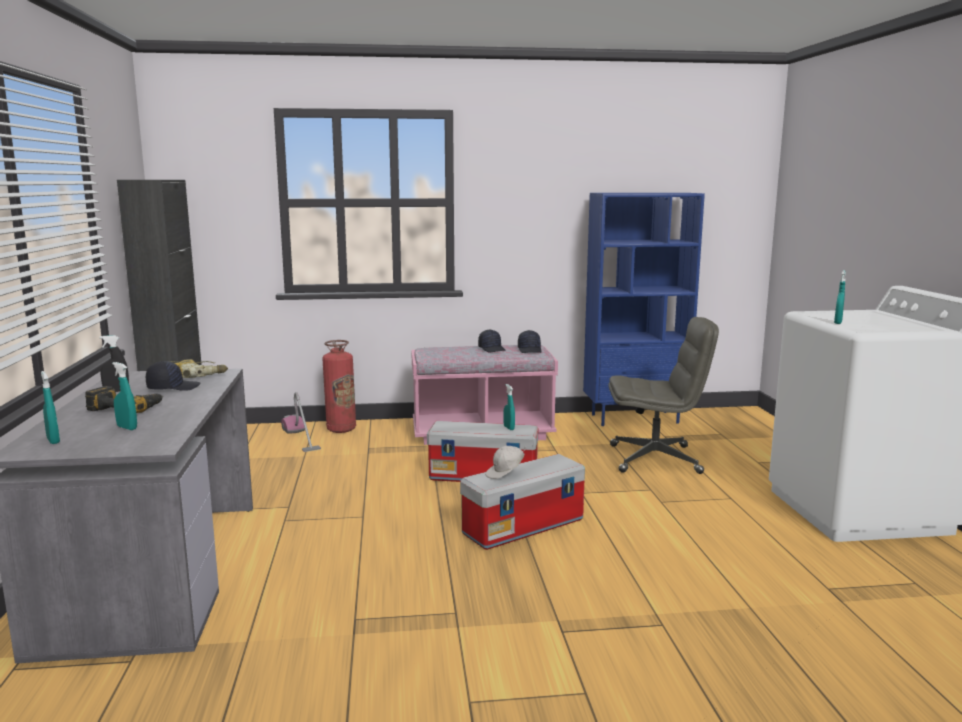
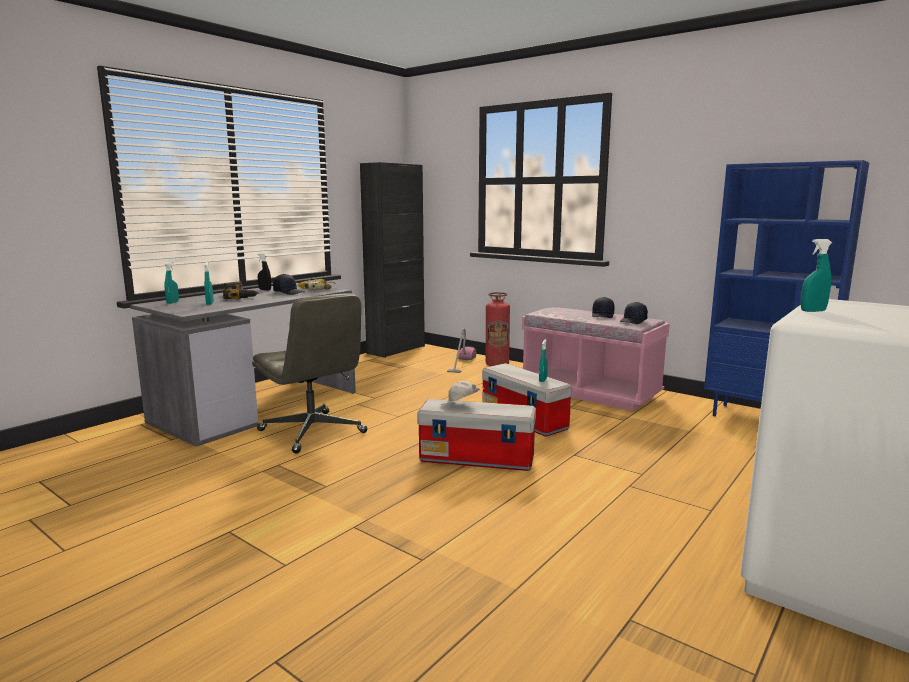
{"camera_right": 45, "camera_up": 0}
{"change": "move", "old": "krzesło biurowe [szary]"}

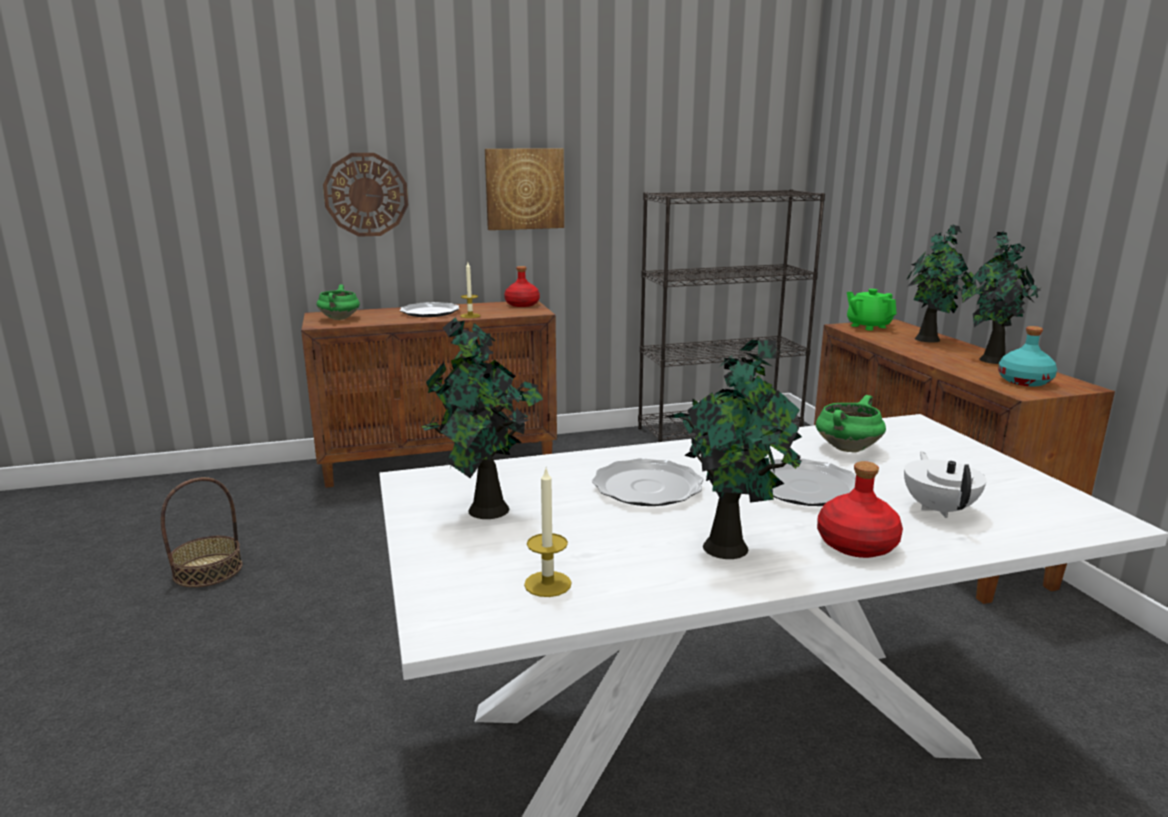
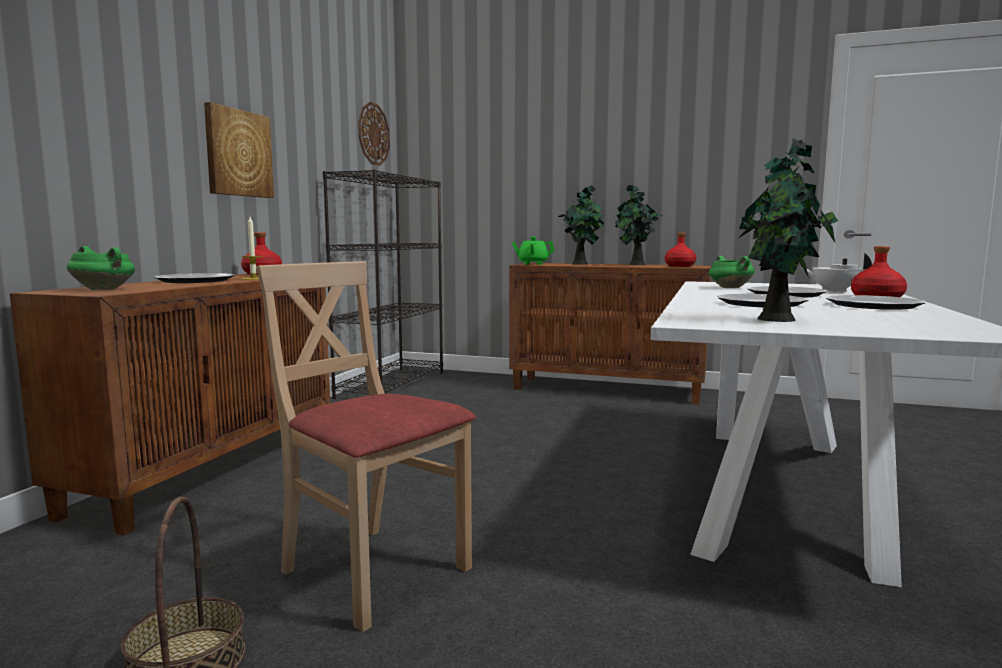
{"camera_right": -55, "camera_up": -10}
{"change": "delete", "old": "świeca (2nd from left)"}
{"change": "insert", "new": "krzesło [beżowy]"}
{"change": "move", "old": "zegar ścienny"}
{"change": "replace", "old": "roślina doniczkowa (2nd from left)", "new": "talerz (4th from left)"}
{"change": "recolor", "old": "butelka [turkusowy]", "new": "butelka [czerwony] (2nd from left)"}

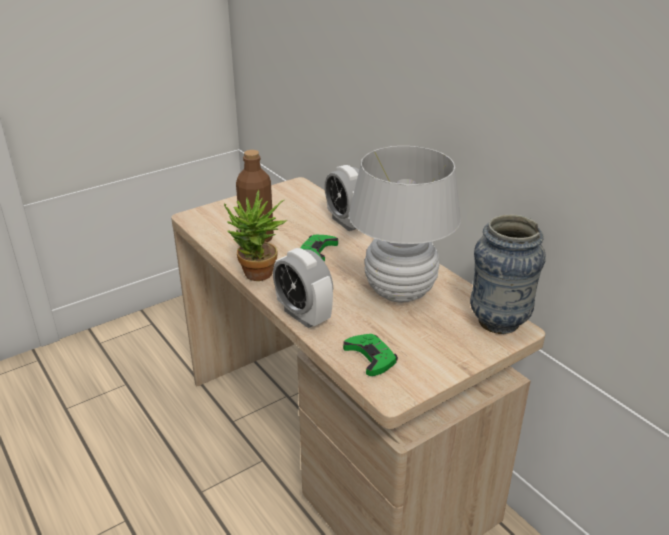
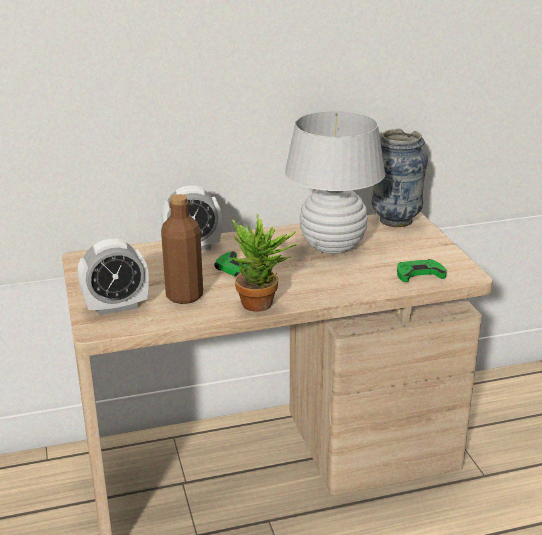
{"camera_right": -70, "camera_up": -5}
{"change": "move", "old": "budzik (1st from left)"}

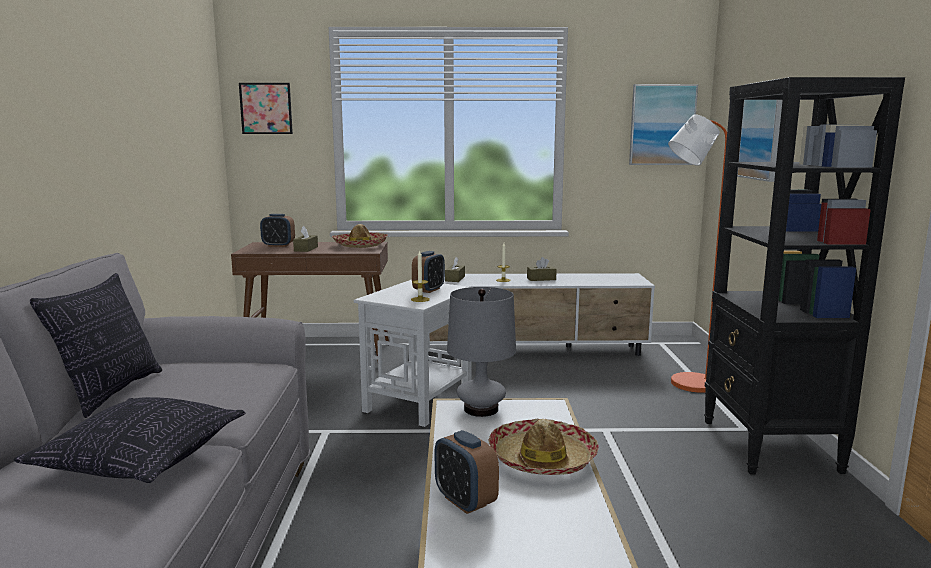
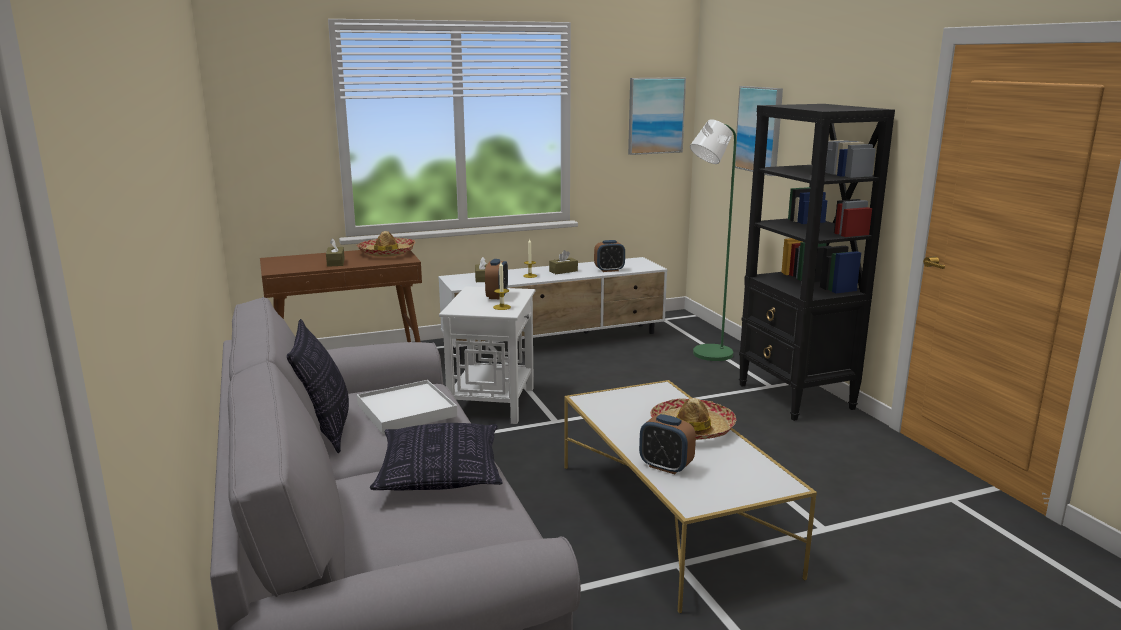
{"camera_right": -20, "camera_up": 5}
{"change": "delete", "old": "obraz (1st from left)"}
{"change": "delete", "old": "lampa stołowa [szary]"}
{"change": "insert", "new": "taca [biały]"}
{"change": "move", "old": "budzik (1st from left in the first image)", "new": "budzik (2nd from left)"}
{"change": "recolor", "old": "lampa stojąca [pomarańczowy]", "new": "lampa stojąca [zielony]"}

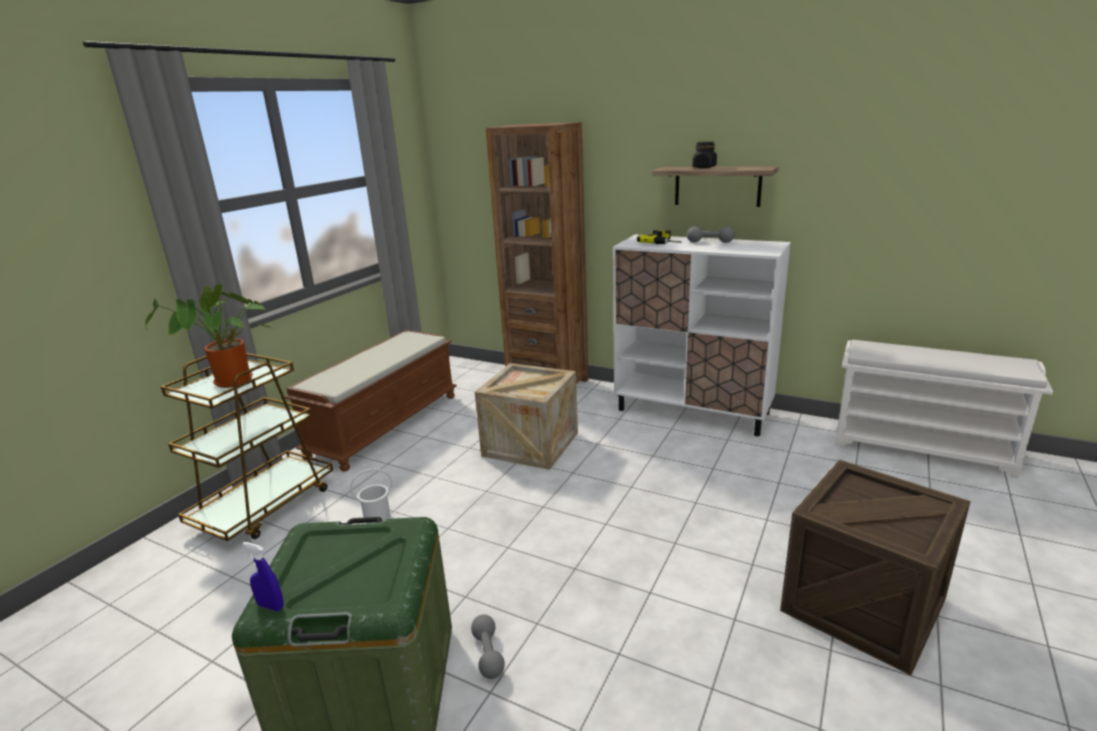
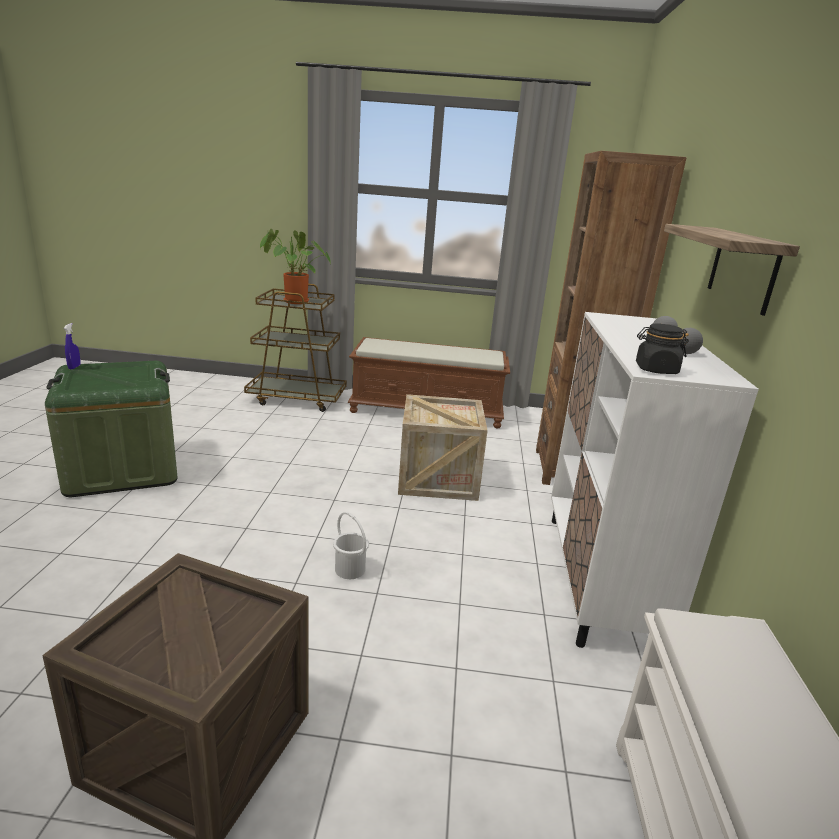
{"camera_right": 65, "camera_up": 0}
{"change": "delete", "old": "hantel [szary] (1st from left)"}
{"change": "delete", "old": "wiertarka"}
{"change": "move", "old": "wiadro [biały]"}
{"change": "move", "old": "słoik [czarny]"}

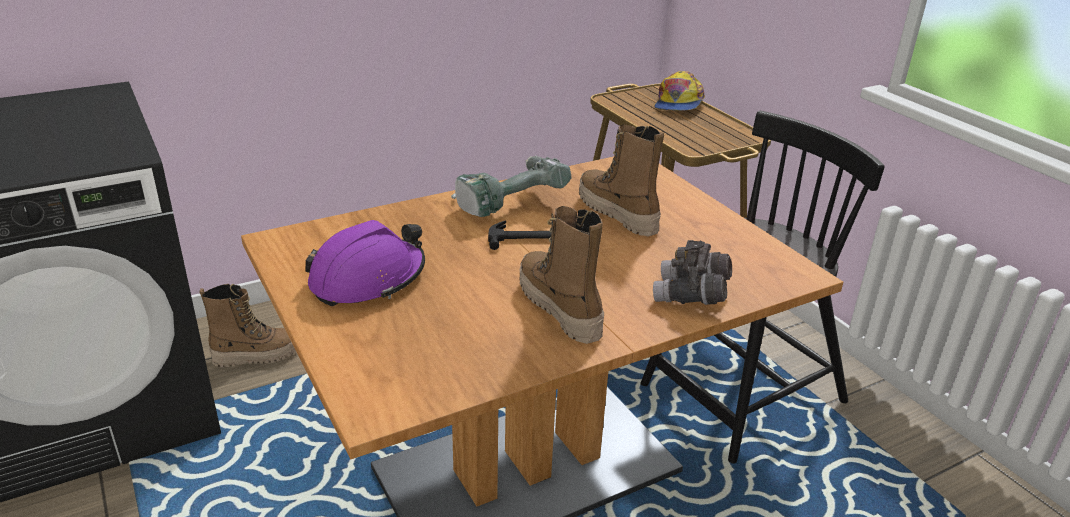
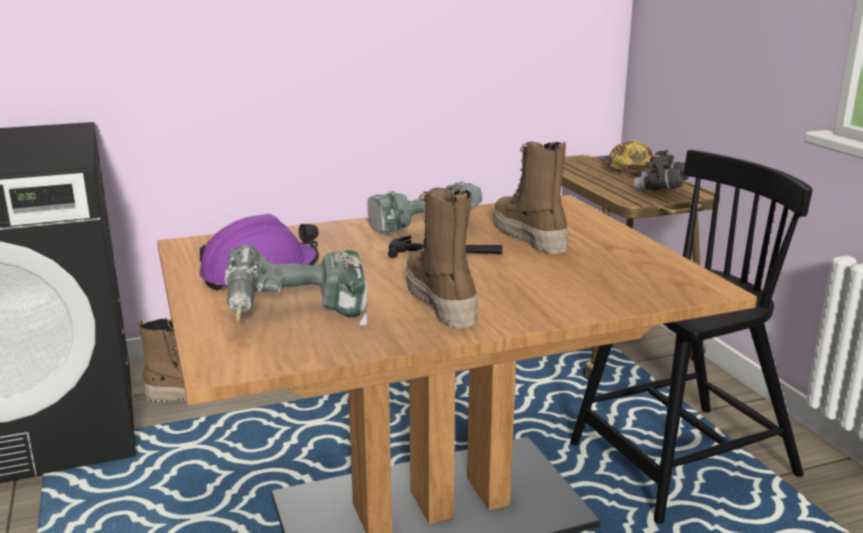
{"camera_right": 10, "camera_up": -10}
{"change": "insert", "new": "wiertarka (1st from left)"}
{"change": "move", "old": "lornetka [szary]"}
{"change": "rotate", "old": "czapka z daszkiem", "degrees": 150}

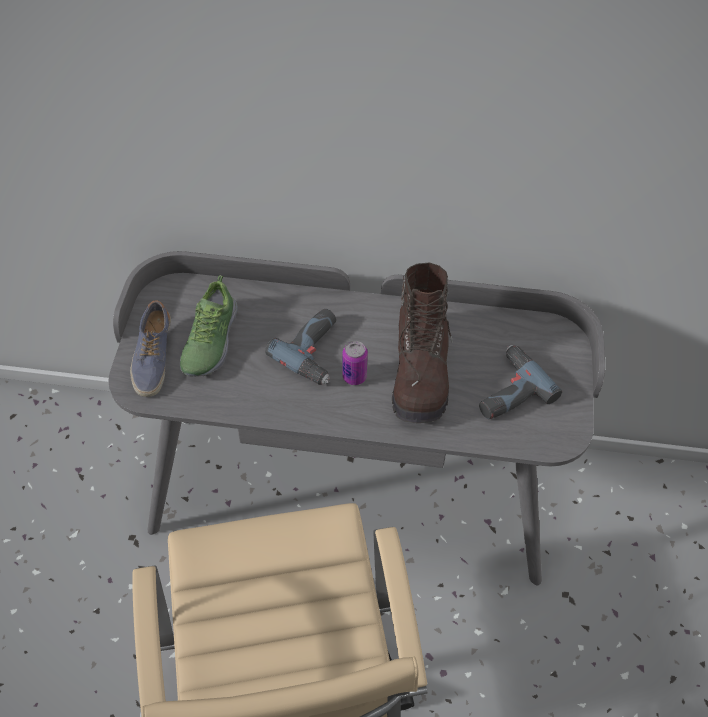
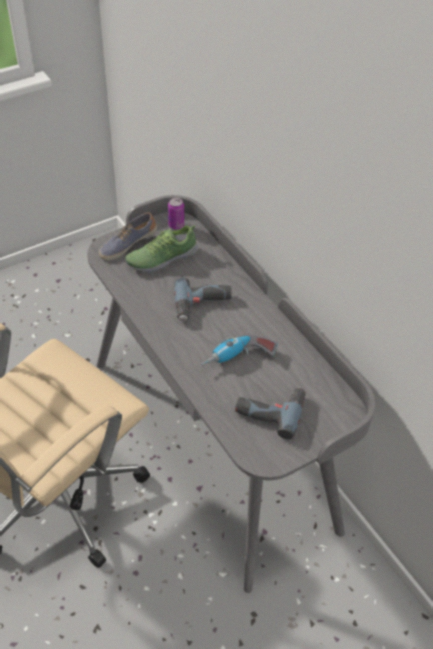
{"camera_right": 50, "camera_up": -5}
{"change": "move", "old": "puszka"}
{"change": "replace", "old": "but z cholewką [brązowy]", "new": "wiertarka (2nd from left)"}

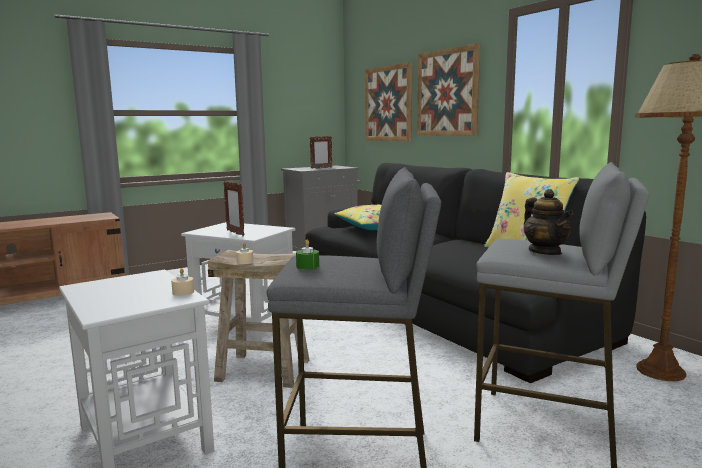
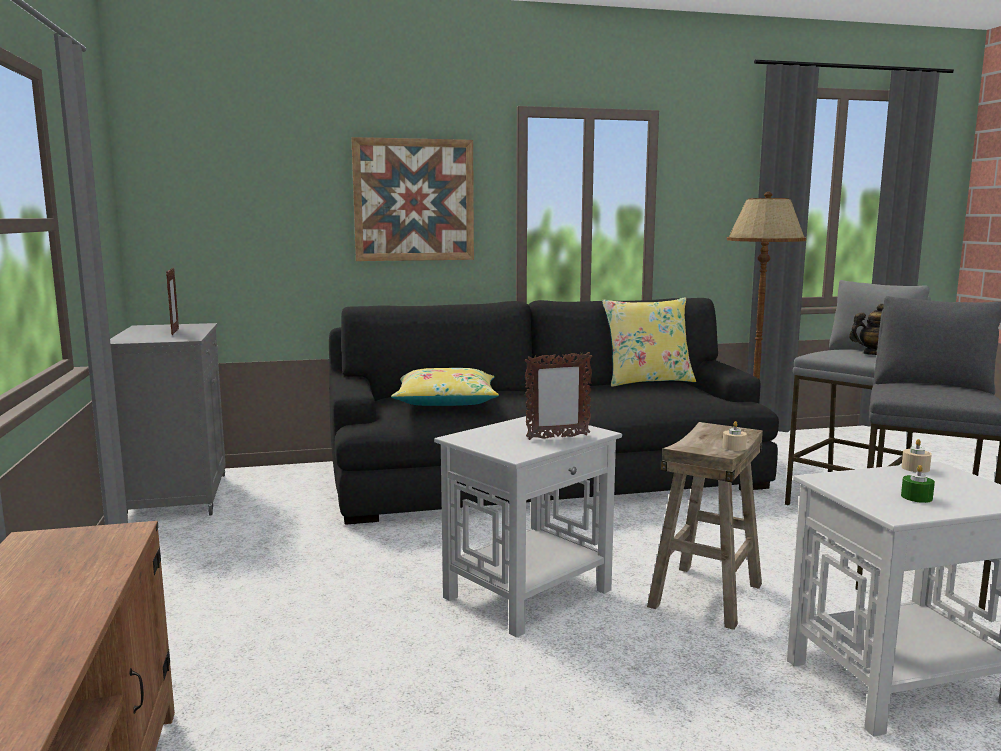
{"camera_right": -70, "camera_up": 0}
{"change": "delete", "old": "obraz (1st from left)"}
{"change": "move", "old": "świeca [zielony]"}

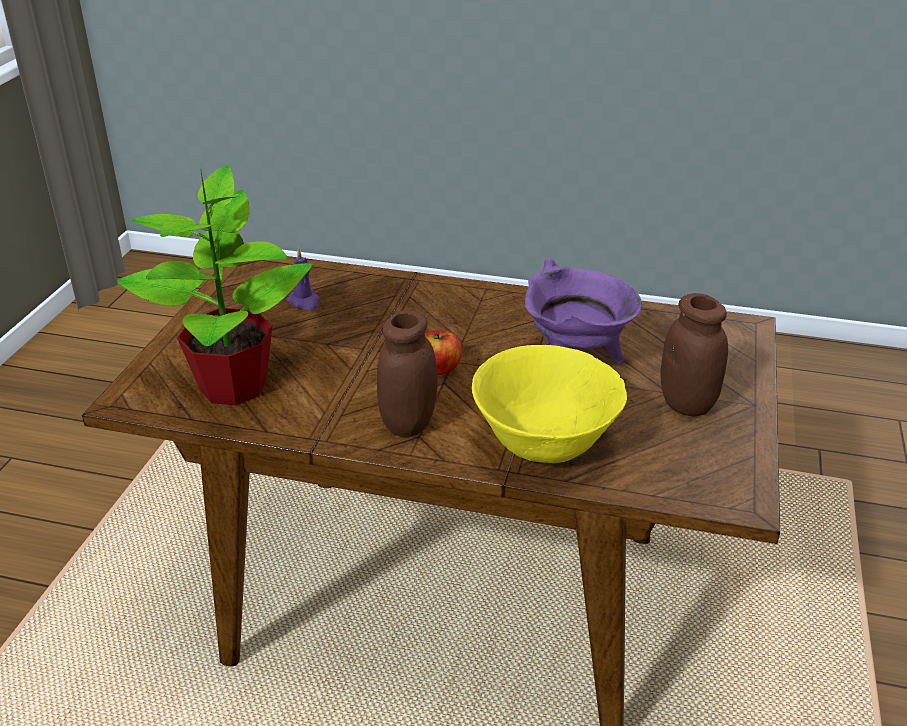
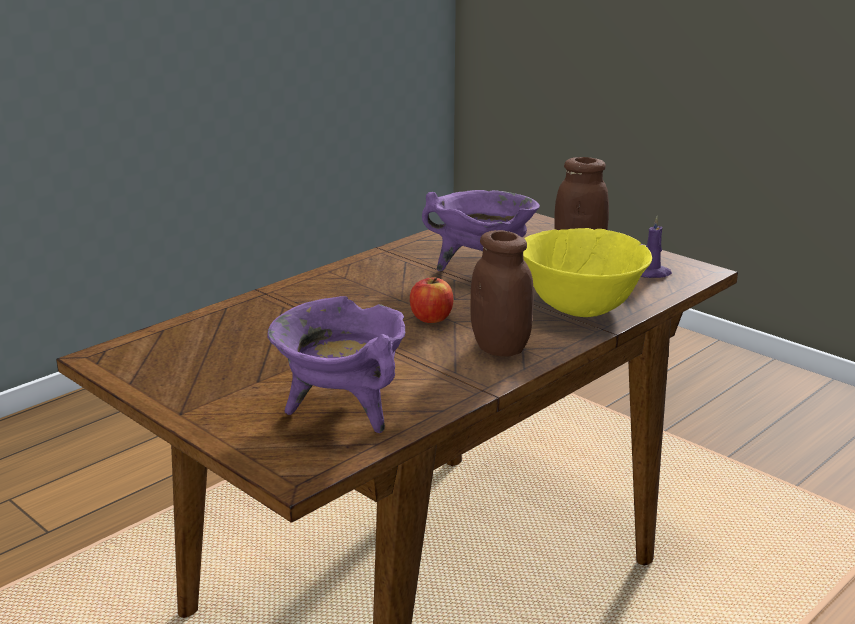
{"camera_right": -60, "camera_up": -10}
{"change": "move", "old": "świeca [fioletowy]"}
{"change": "replace", "old": "roślina doniczkowa", "new": "garnek [fioletowy] (1st from left)"}

